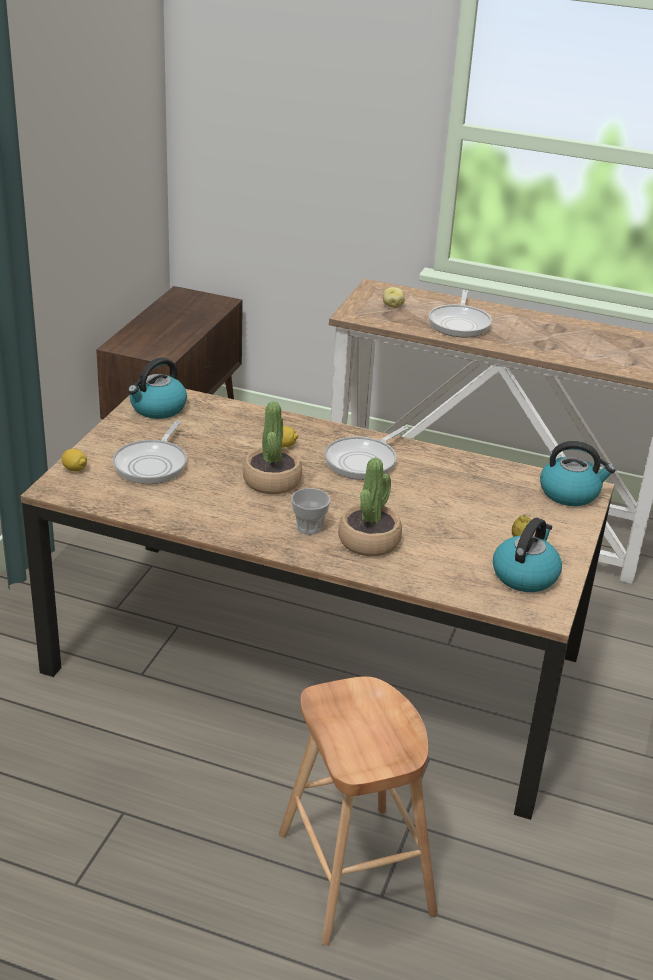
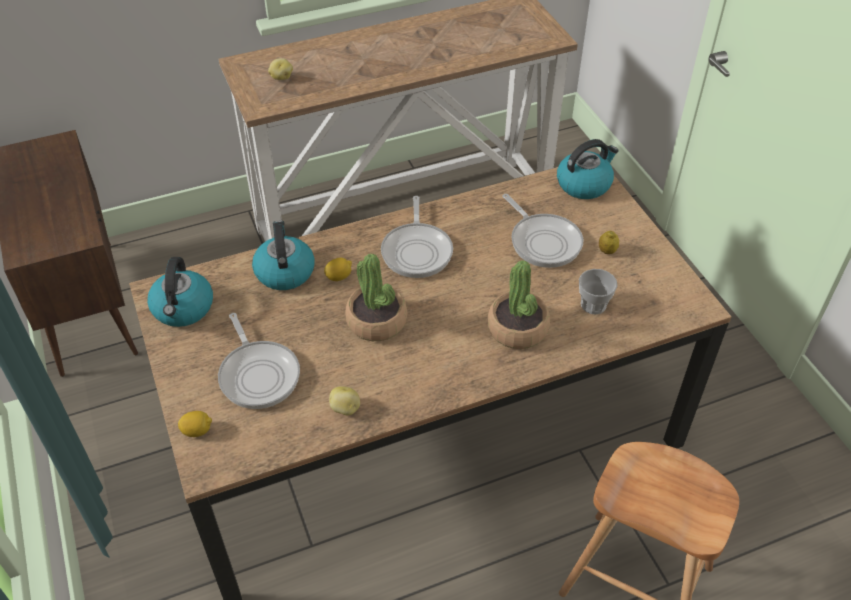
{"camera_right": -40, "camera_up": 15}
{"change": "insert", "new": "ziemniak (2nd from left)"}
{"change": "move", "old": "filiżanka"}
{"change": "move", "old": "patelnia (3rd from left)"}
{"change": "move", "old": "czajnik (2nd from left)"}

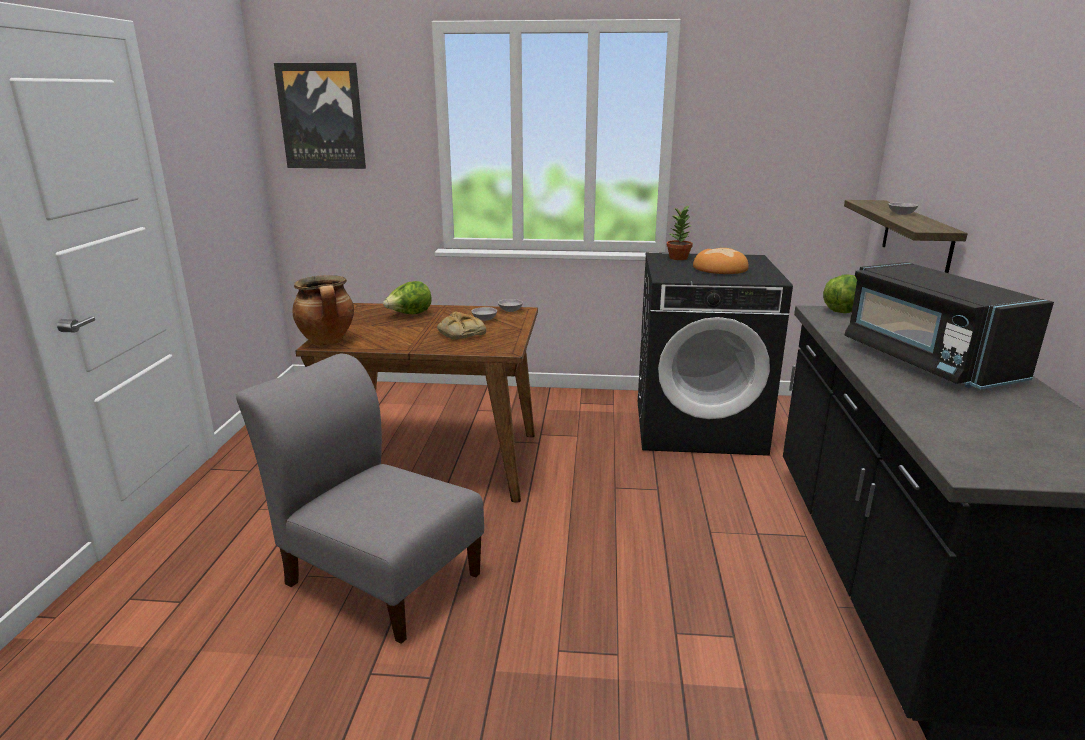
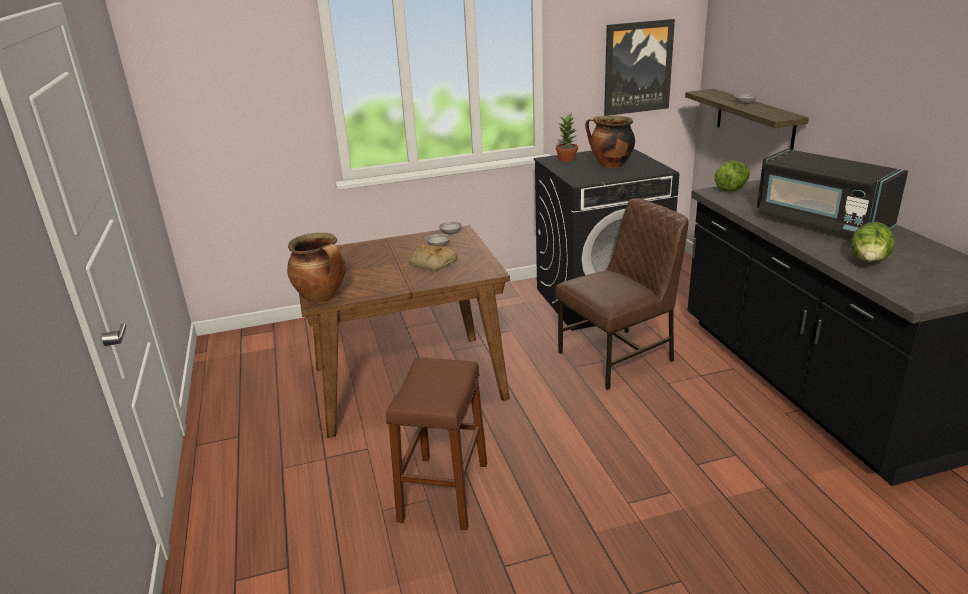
{"camera_right": -20, "camera_up": 5}
{"change": "insert", "new": "krzesło [brązowy]"}
{"change": "move", "old": "obraz"}
{"change": "move", "old": "sałata (1st from left in the first image)", "new": "sałata (2nd from left)"}
{"change": "replace", "old": "krzesło [szary]", "new": "stołek [brązowy]"}
{"change": "replace", "old": "chleb (2nd from left)", "new": "garnek (2nd from left)"}

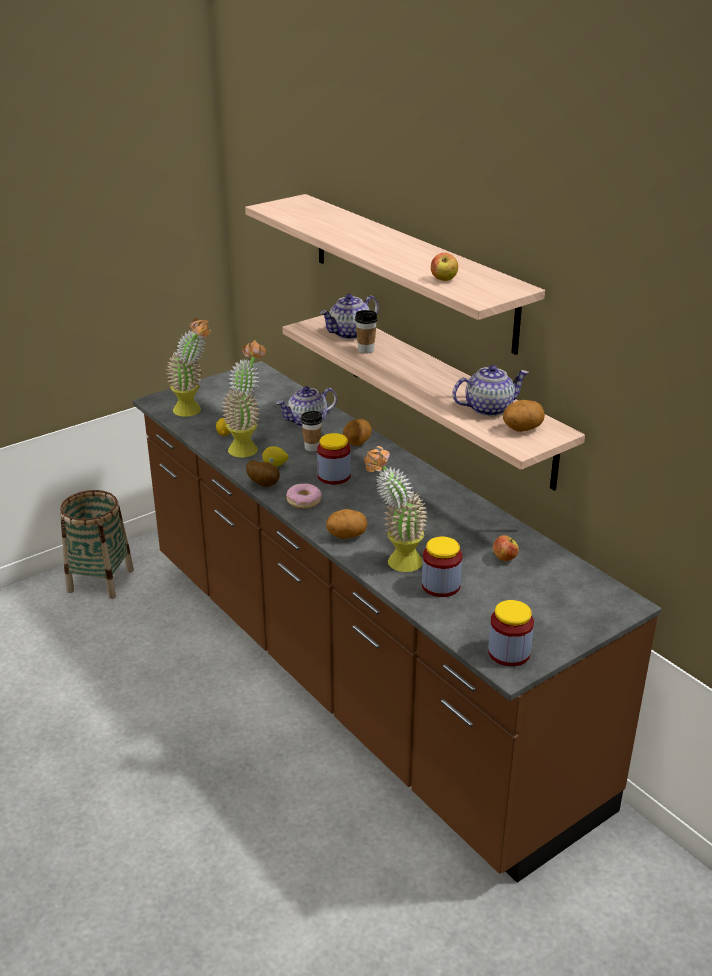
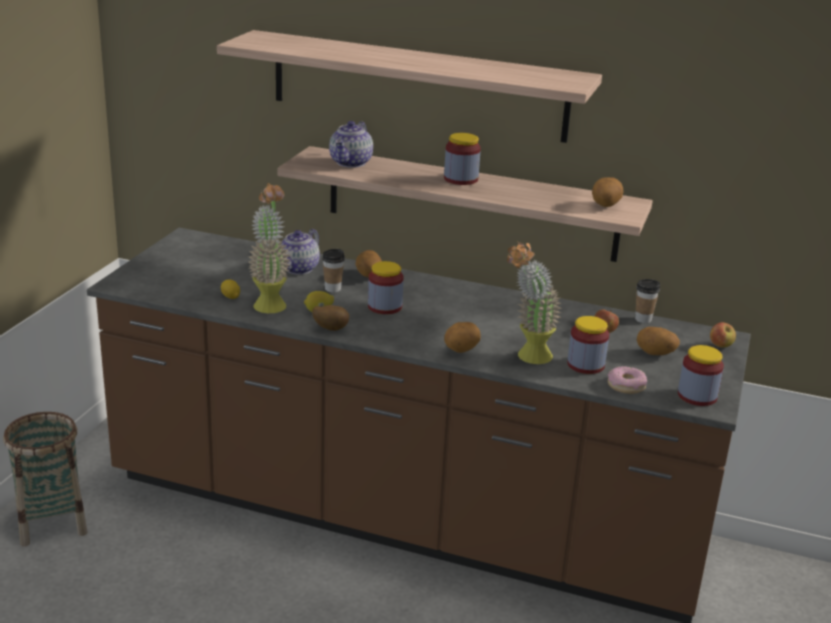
{"camera_right": -35, "camera_up": -5}
{"change": "delete", "old": "roślina doniczkowa (1st from left)"}
{"change": "delete", "old": "imbryk (3rd from left)"}
{"change": "insert", "new": "słoik (2nd from left)"}
{"change": "insert", "new": "ziemniak (5th from left)"}
{"change": "move", "old": "donut"}
{"change": "move", "old": "filiżanka (2nd from left)"}
{"change": "move", "old": "jabłko (1st from left in the first image)", "new": "jabłko (2nd from left)"}

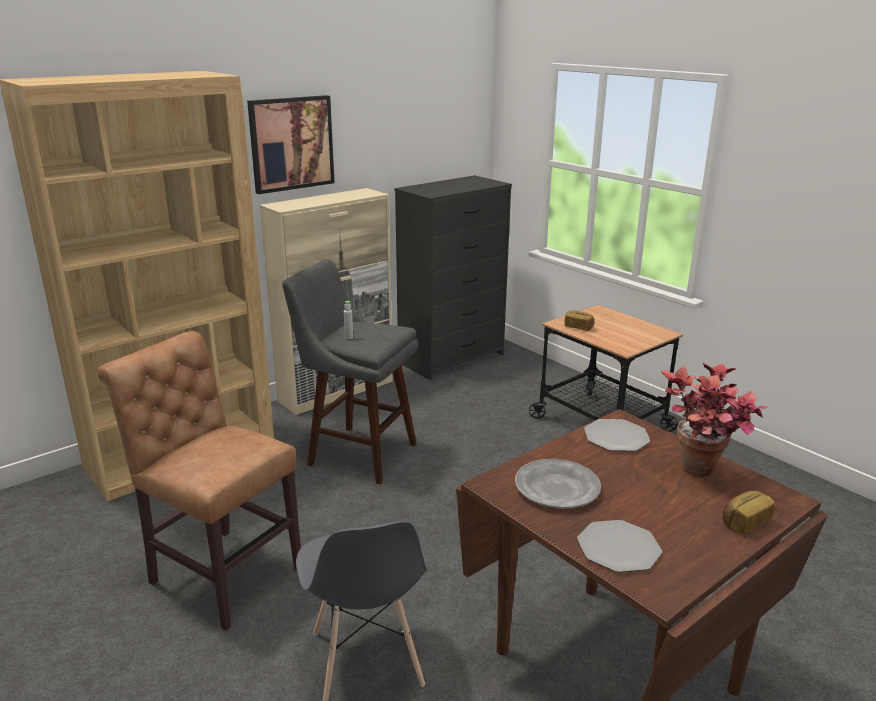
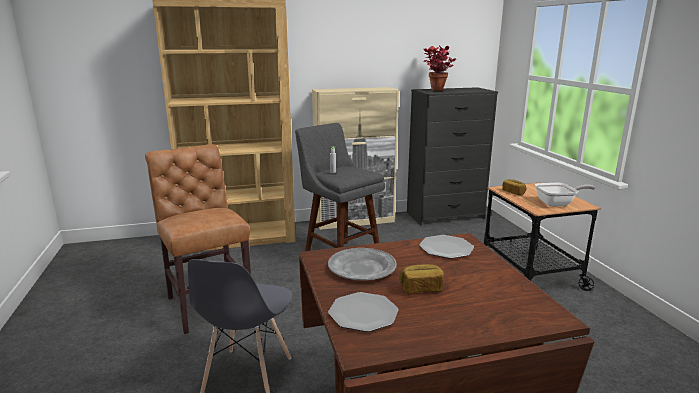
{"camera_right": 25, "camera_up": -5}
{"change": "delete", "old": "obraz"}
{"change": "insert", "new": "patelnia"}
{"change": "move", "old": "roślina doniczkowa"}
{"change": "move", "old": "chleb (2nd from left in the first image)", "new": "chleb (1st from left)"}

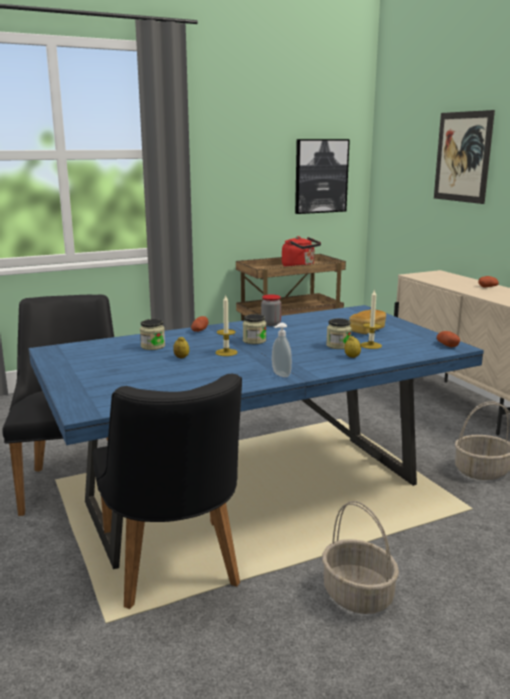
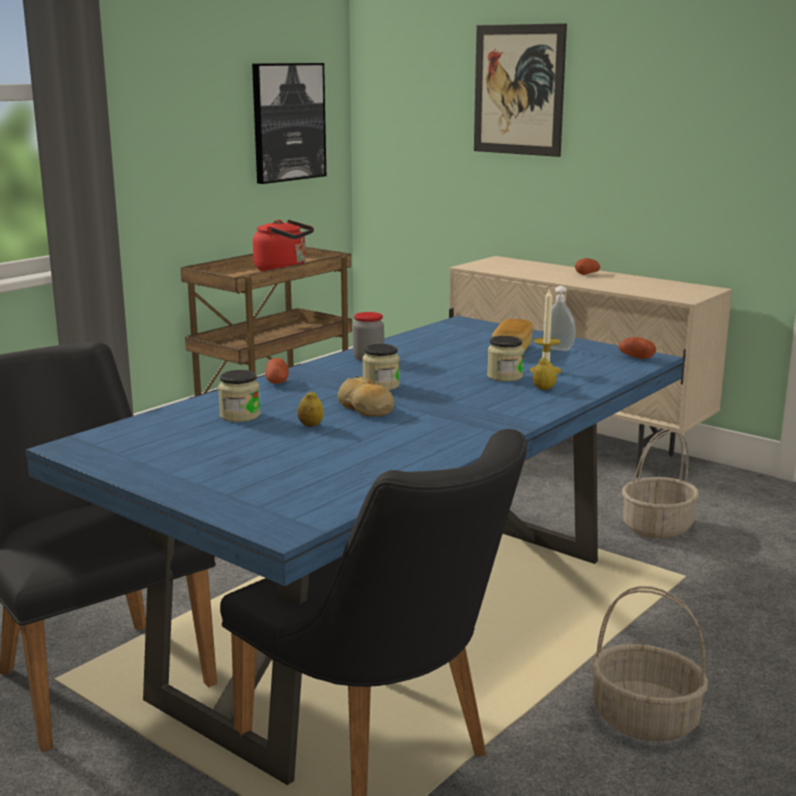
{"camera_right": -25, "camera_up": 0}
{"change": "move", "old": "dozownik mydła"}
{"change": "replace", "old": "świeca (1st from left)", "new": "chleb (1st from left)"}

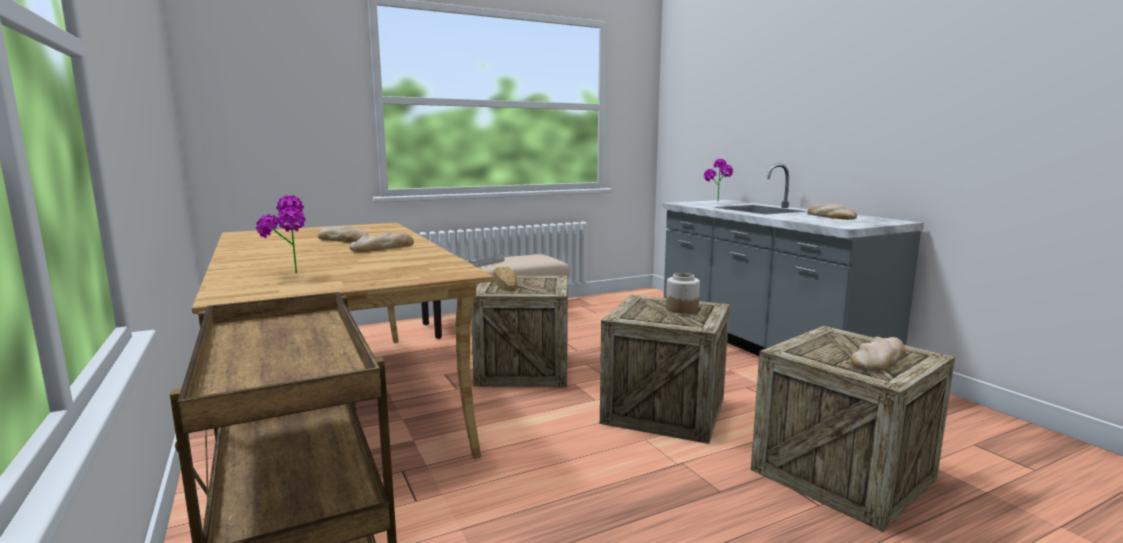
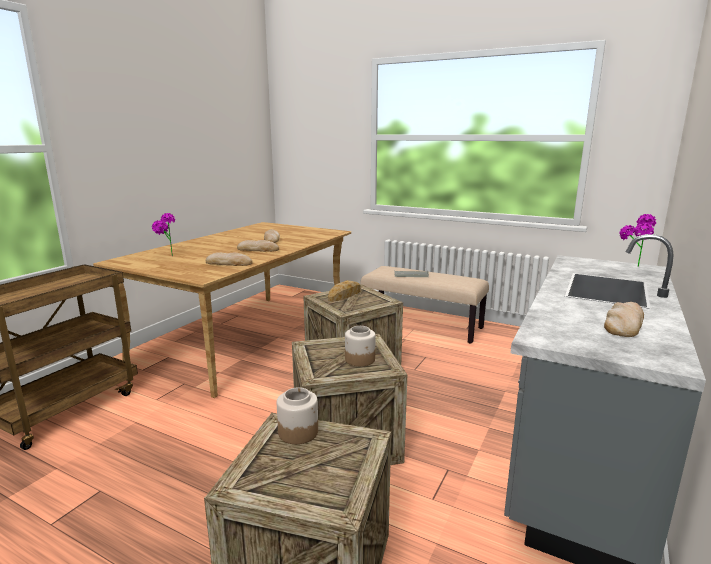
{"camera_right": 55, "camera_up": 5}
{"change": "insert", "new": "słoik (1st from left)"}
{"change": "move", "old": "chleb (5th from left in the first image)", "new": "chleb (1st from left)"}

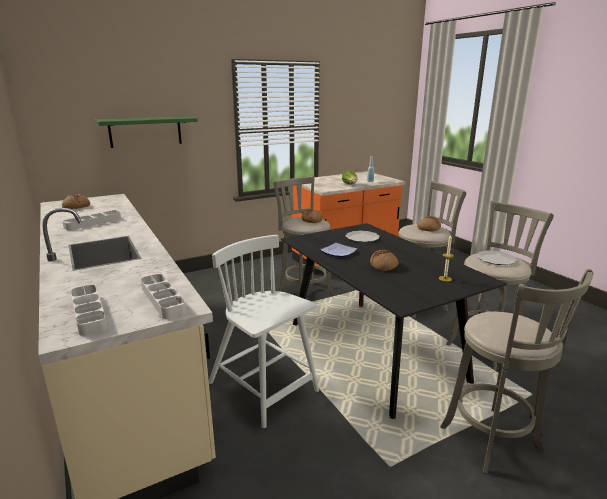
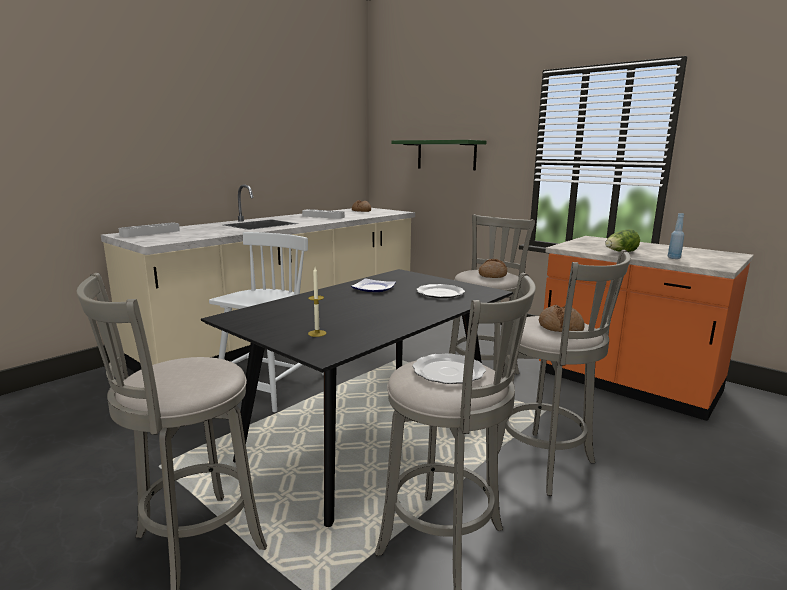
{"camera_right": 70, "camera_up": -5}
{"change": "delete", "old": "taca [szary] (3rd from left)"}
{"change": "delete", "old": "chleb (3rd from left)"}

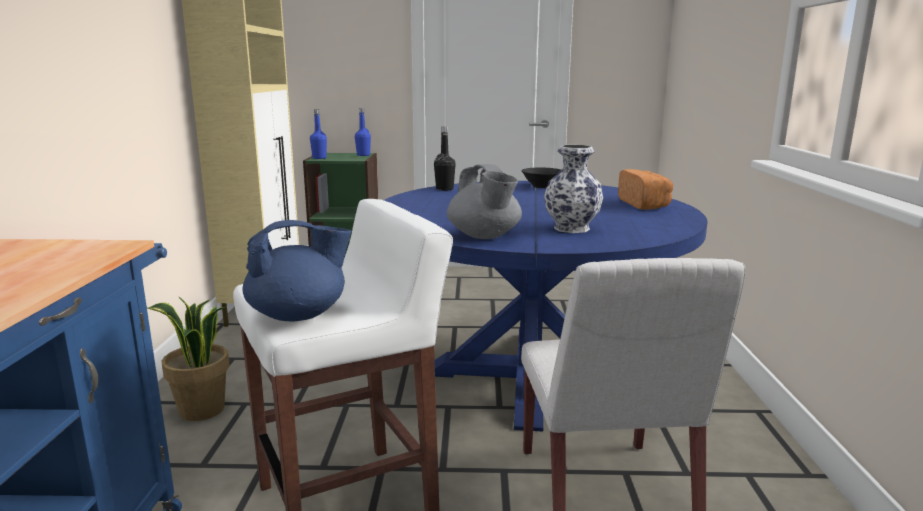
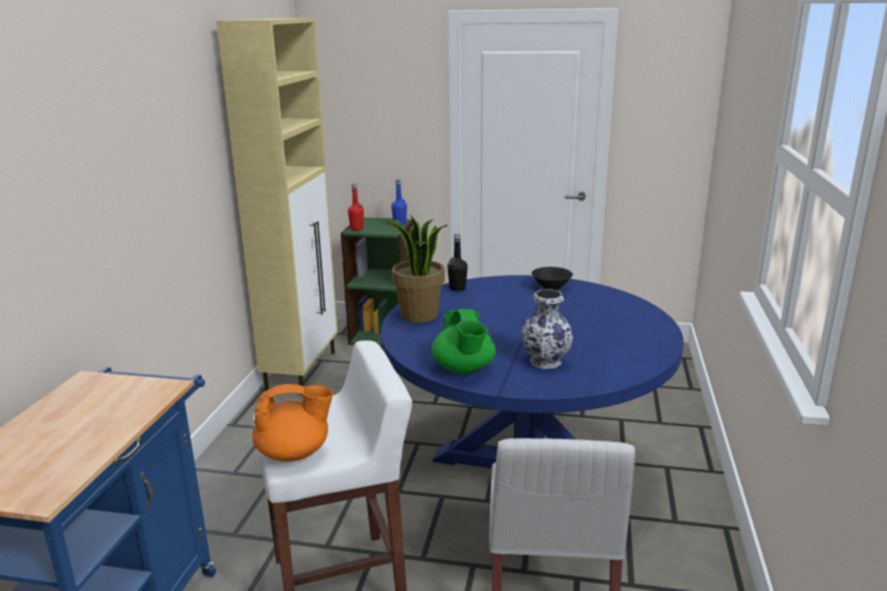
{"camera_right": 10, "camera_up": 5}
{"change": "delete", "old": "chleb"}
{"change": "move", "old": "roślina doniczkowa"}
{"change": "recolor", "old": "imbryk [niebieski]", "new": "imbryk [pomarańczowy]"}
{"change": "recolor", "old": "butelka [niebieski] (1st from left)", "new": "butelka [czerwony]"}
{"change": "recolor", "old": "imbryk [szary]", "new": "imbryk [zielony]"}

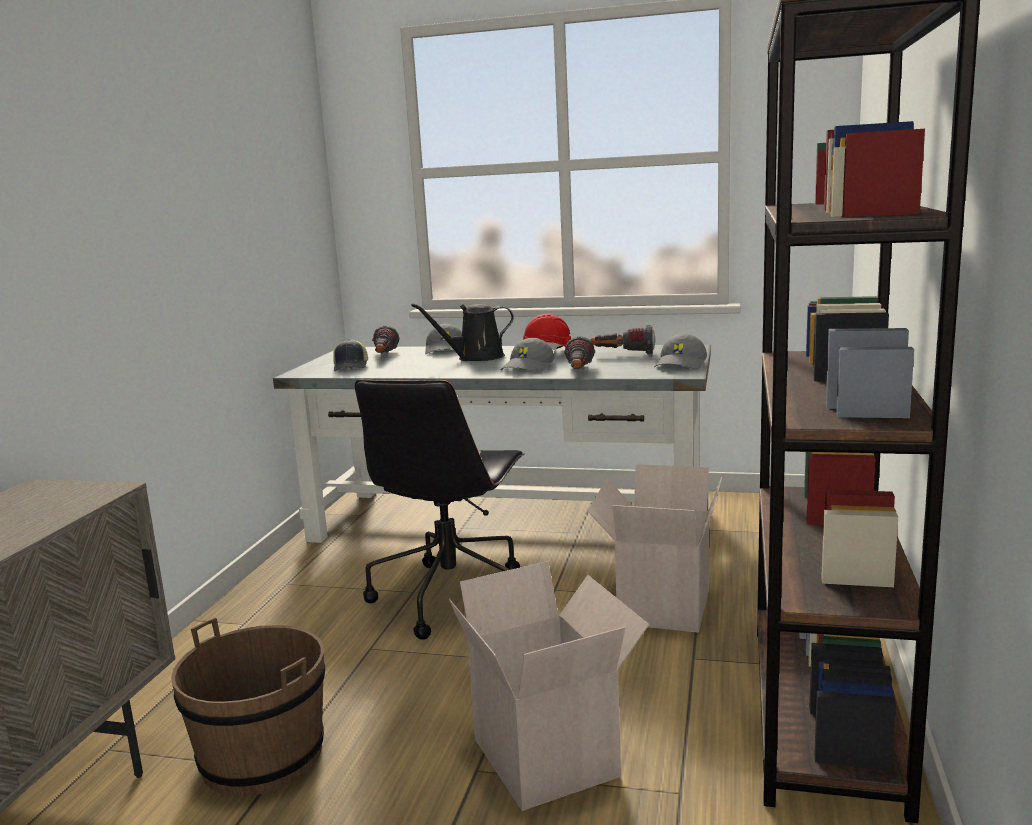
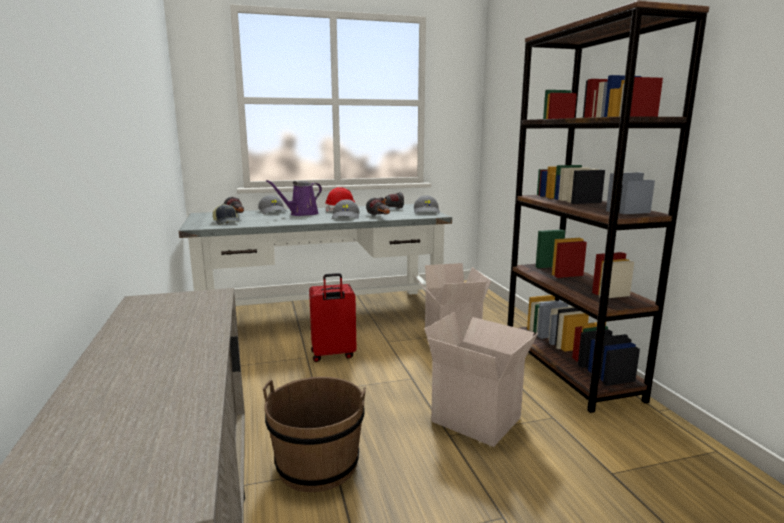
{"camera_right": -30, "camera_up": 0}
{"change": "replace", "old": "krzesło biurowe [czarny]", "new": "walizka [czerwony]"}
{"change": "recolor", "old": "konewka [czarny]", "new": "konewka [fioletowy]"}

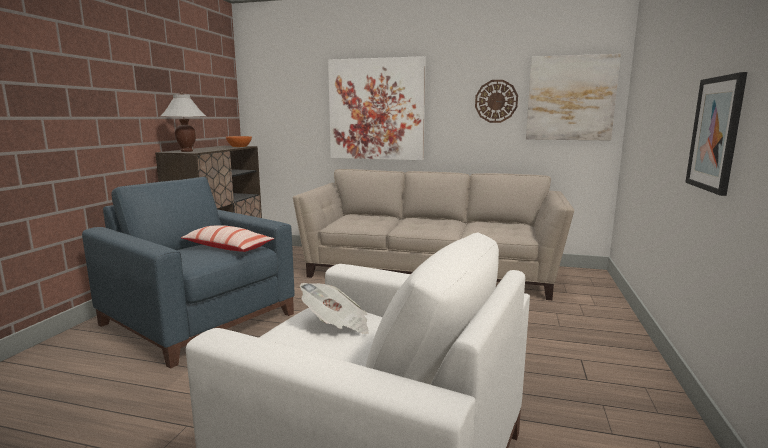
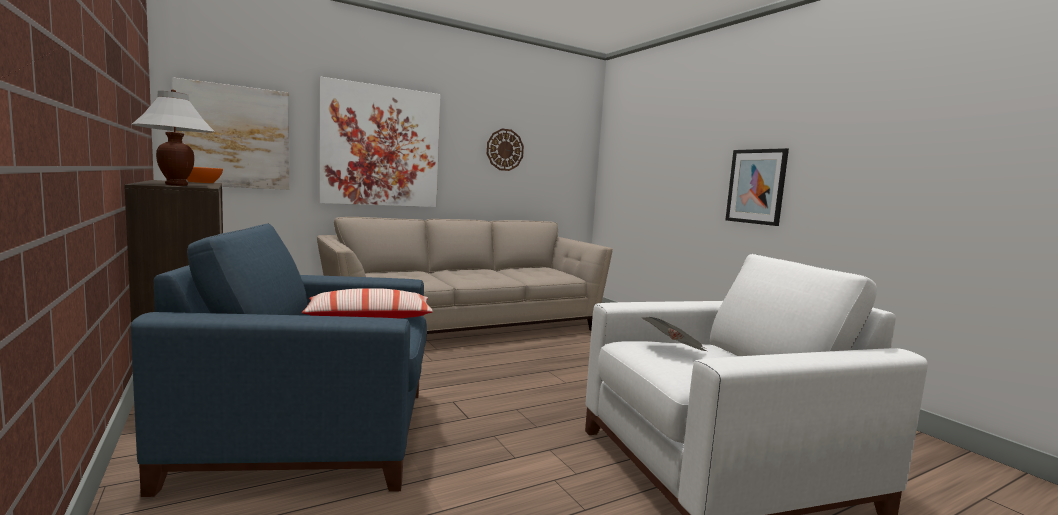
{"camera_right": -45, "camera_up": -5}
{"change": "move", "old": "obraz (2nd from left in the first image)", "new": "obraz (1st from left)"}

